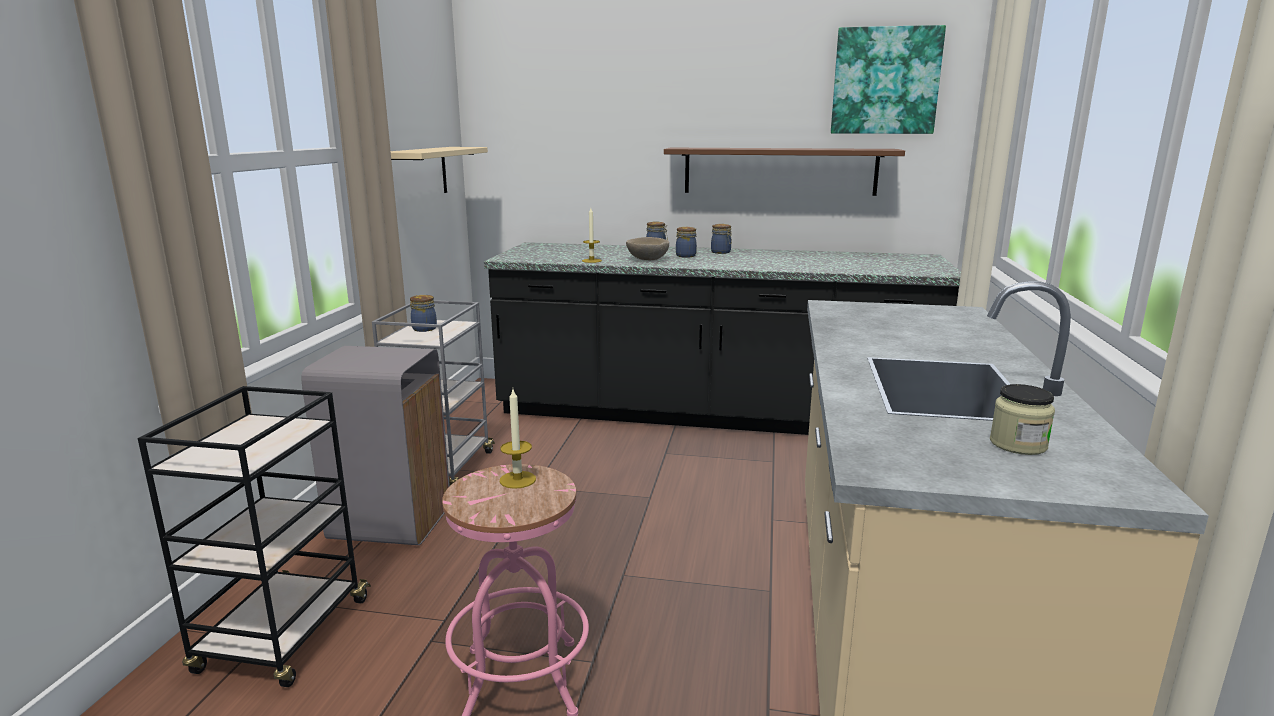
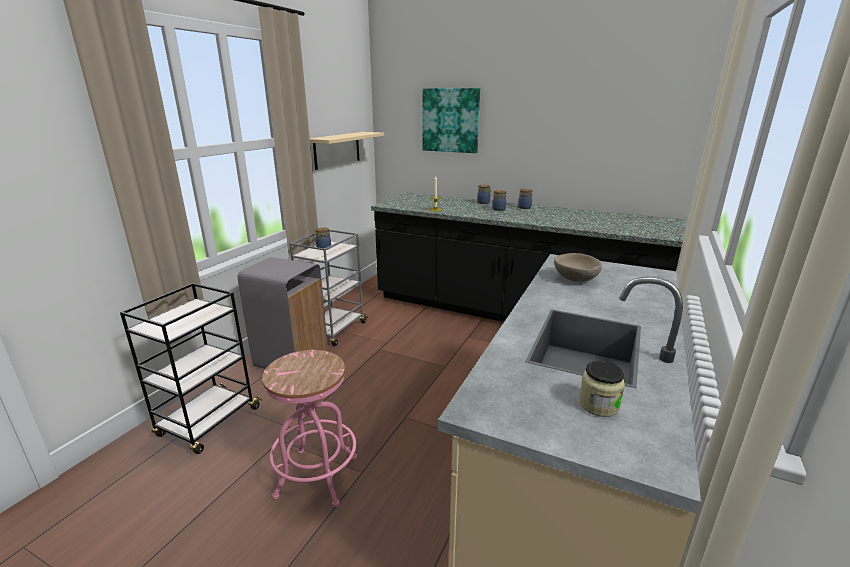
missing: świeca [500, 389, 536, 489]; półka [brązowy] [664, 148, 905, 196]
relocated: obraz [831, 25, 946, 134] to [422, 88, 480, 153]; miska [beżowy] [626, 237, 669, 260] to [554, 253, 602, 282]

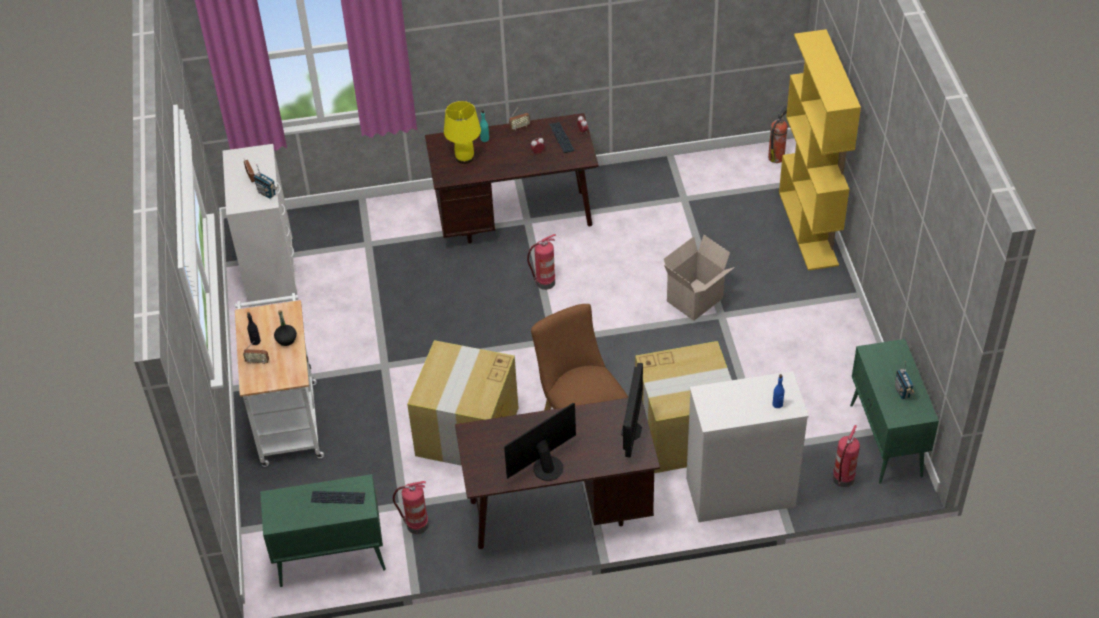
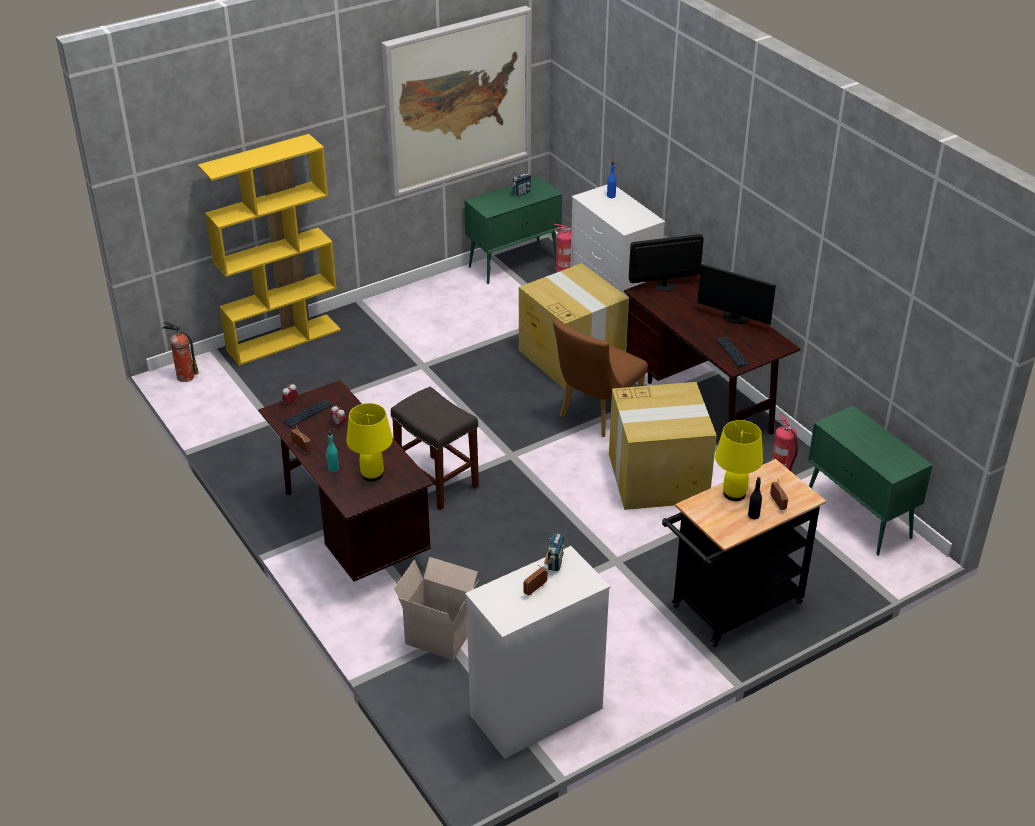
appeared: obraz [382, 6, 531, 197]
relocated: karton [664, 235, 735, 321] to [394, 557, 479, 660]; klawiatura [311, 491, 365, 504] to [716, 337, 749, 367]
exchanged: gaśnica [527, 234, 556, 290] to stołek [szary] [391, 386, 479, 510]; butelka [czarny] [274, 310, 297, 346] to lampa stołowa [żółty] [715, 420, 763, 501]
colour: wózek [biały] [235, 293, 324, 467] to wózek [czarny] [662, 459, 826, 647]

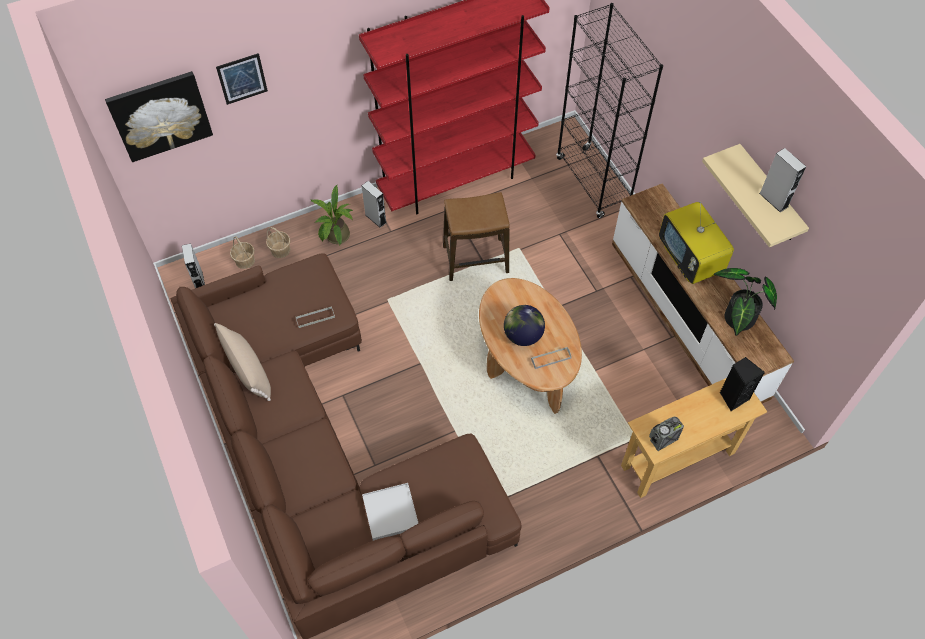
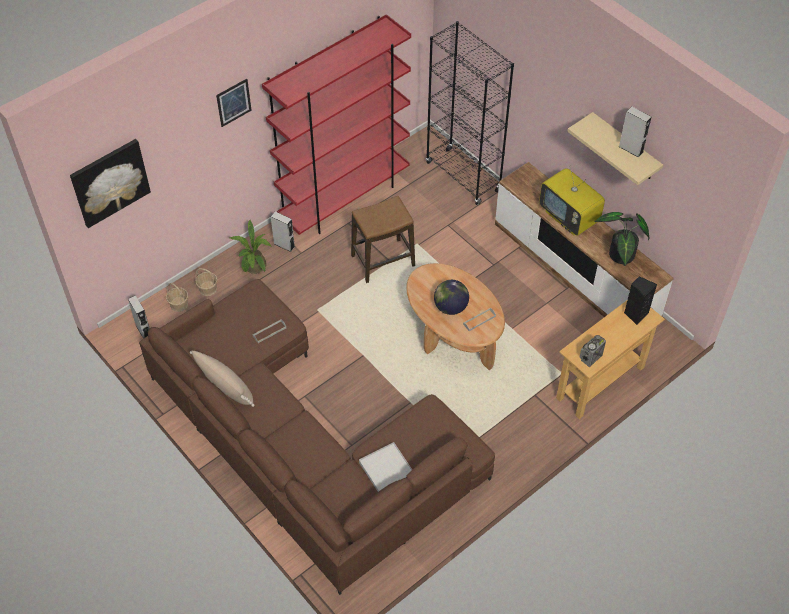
relocated: obraz [216, 53, 268, 105] to [216, 79, 252, 127]

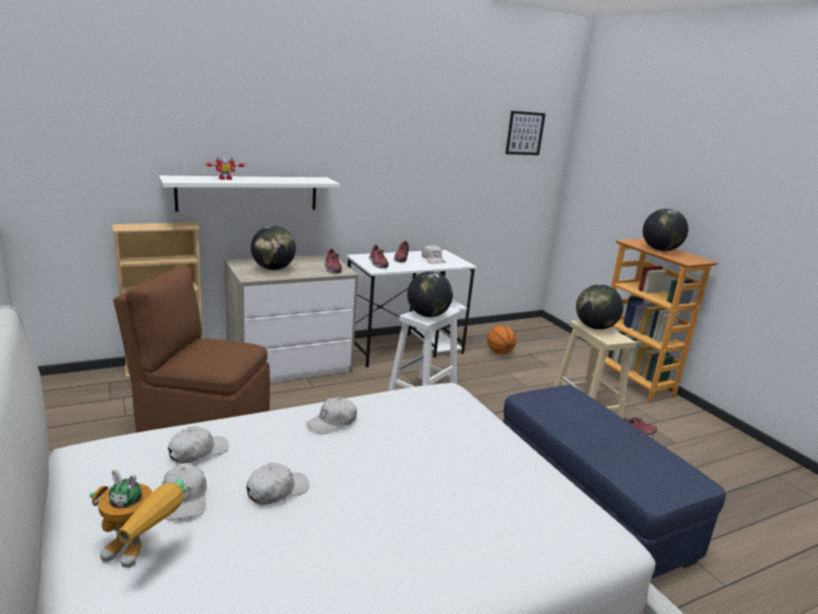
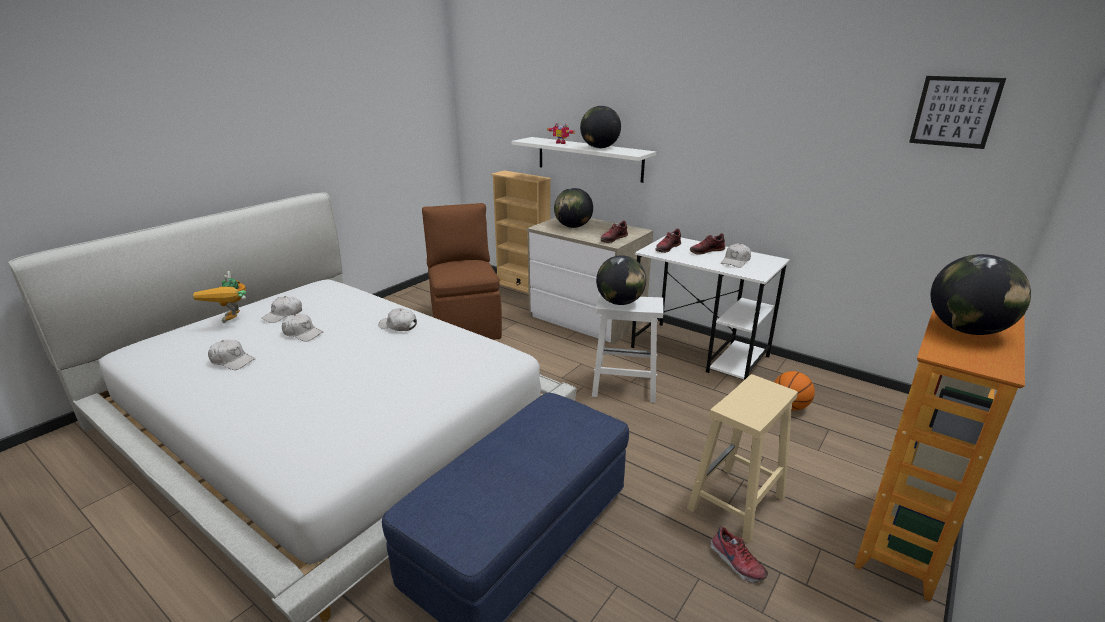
relocated: czapka z daszkiem [biały] [168, 426, 229, 464] to [208, 339, 256, 370]; globus [576, 284, 623, 330] to [580, 106, 621, 148]

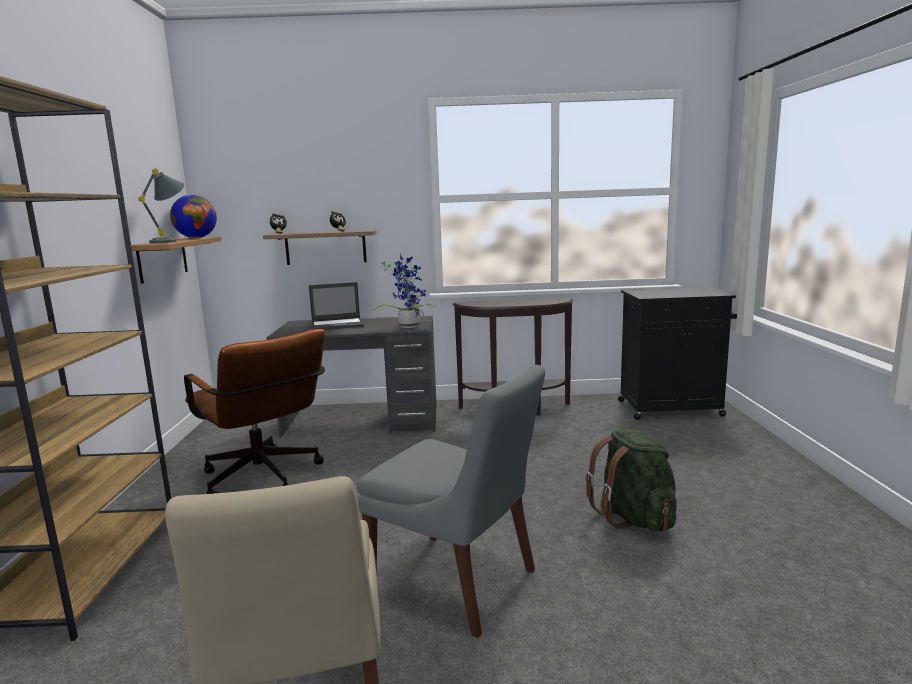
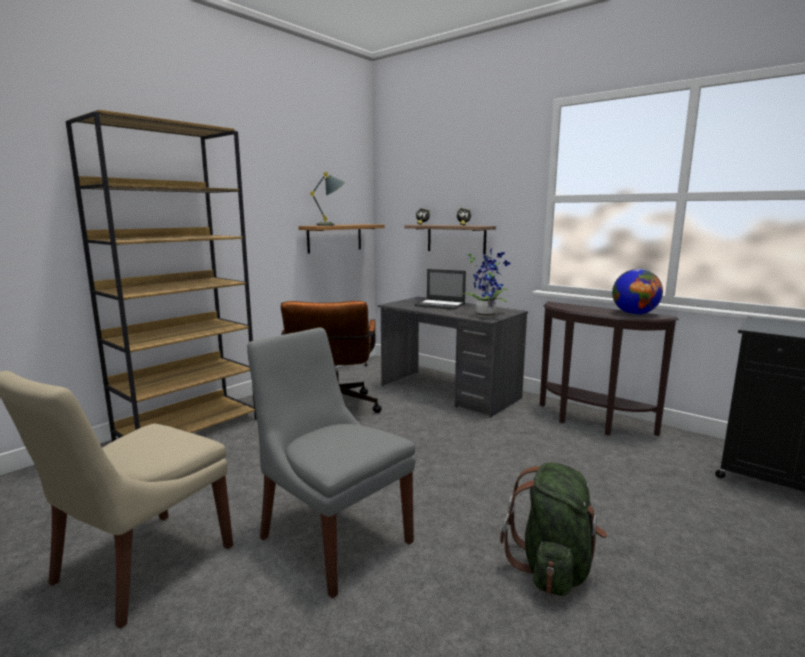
relocated: globus [170, 195, 217, 238] to [612, 269, 663, 315]
spun: krzesło [szary] [357, 365, 545, 638] = [247, 327, 415, 598] 150 degrees clockwise

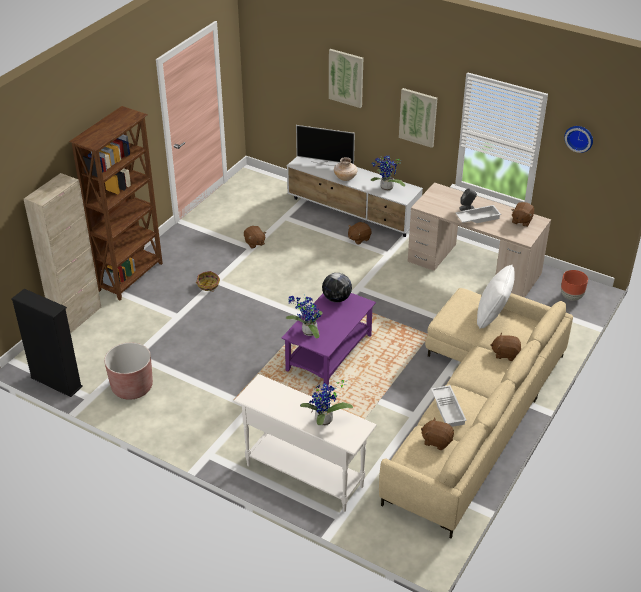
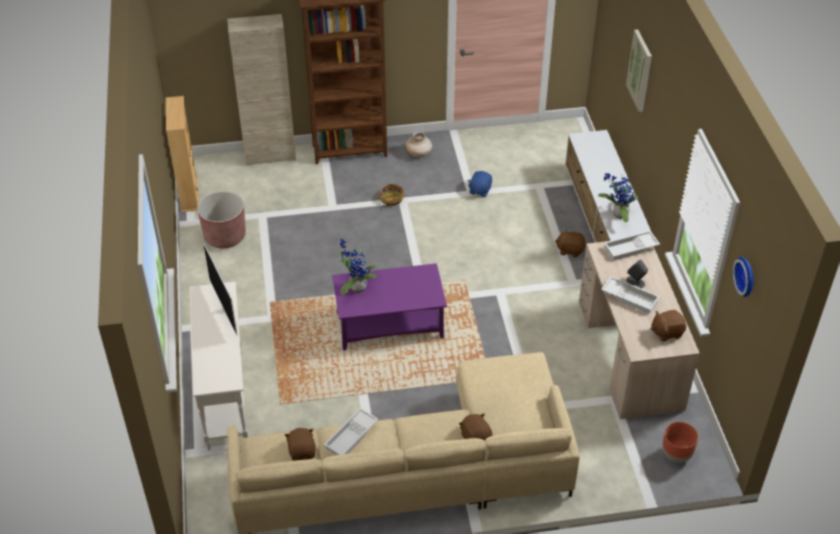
missing: roślina doniczkowa [300, 380, 353, 426]; globus [322, 273, 352, 302]; obraz [399, 88, 437, 148]; poduszka [biały] [477, 265, 515, 329]
appeared: taca [biały] [604, 231, 660, 261]
relocated: telewizor [296, 125, 355, 166] to [203, 242, 237, 335]; wazon [beżowy] [334, 157, 358, 181] to [406, 132, 432, 158]
colour: regał [czarny] [11, 289, 83, 397] to regał [beżowy] [166, 96, 199, 212]; pluszak [brązowy] [244, 226, 266, 249] to pluszak [niebieski] [468, 171, 492, 197]

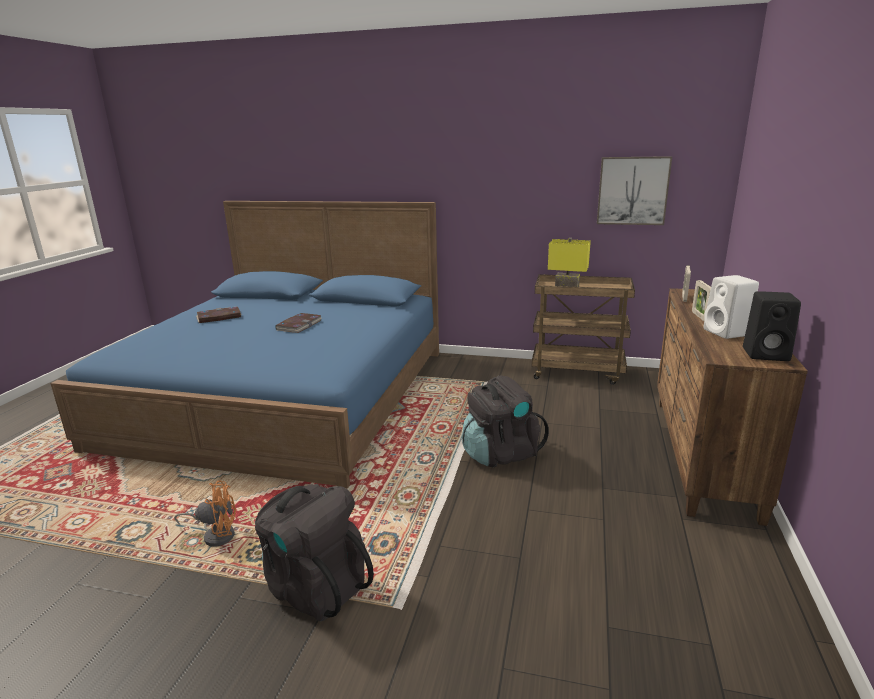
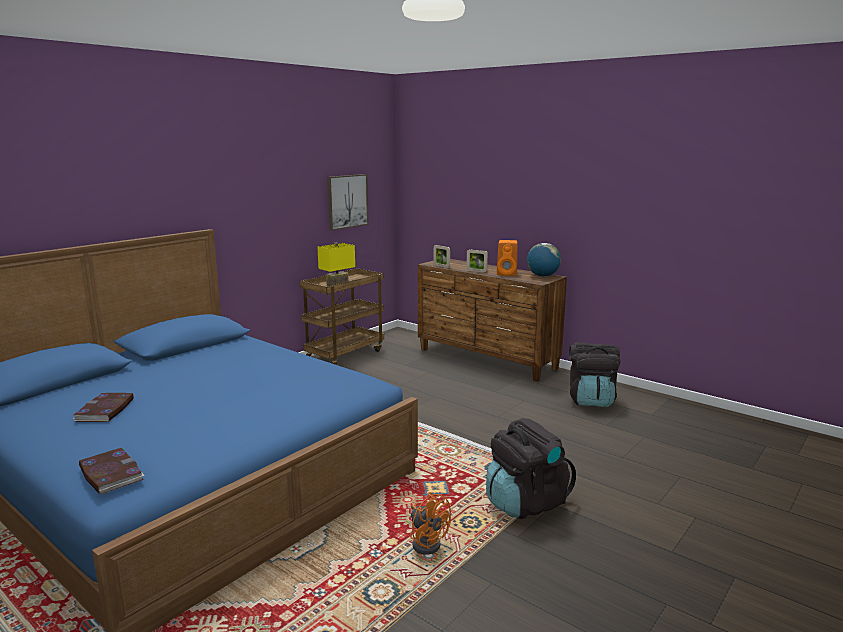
relocated: książka [275, 313, 322, 333] to [79, 448, 145, 494]; plecak [czarny] [462, 375, 549, 467] to [569, 342, 621, 407]
exchanged: głośnik [czarny] [743, 291, 801, 361] to globus [527, 243, 561, 277]
colour: głośnik [biały] [704, 275, 759, 339] to głośnik [pomarańczowy] [497, 240, 518, 276]
spun: wentylator [pomarańczowy] [174, 481, 236, 547] = [410, 492, 451, 554] 120 degrees clockwise

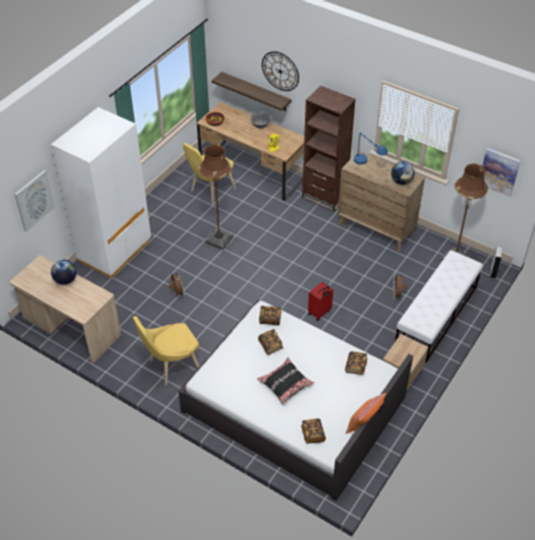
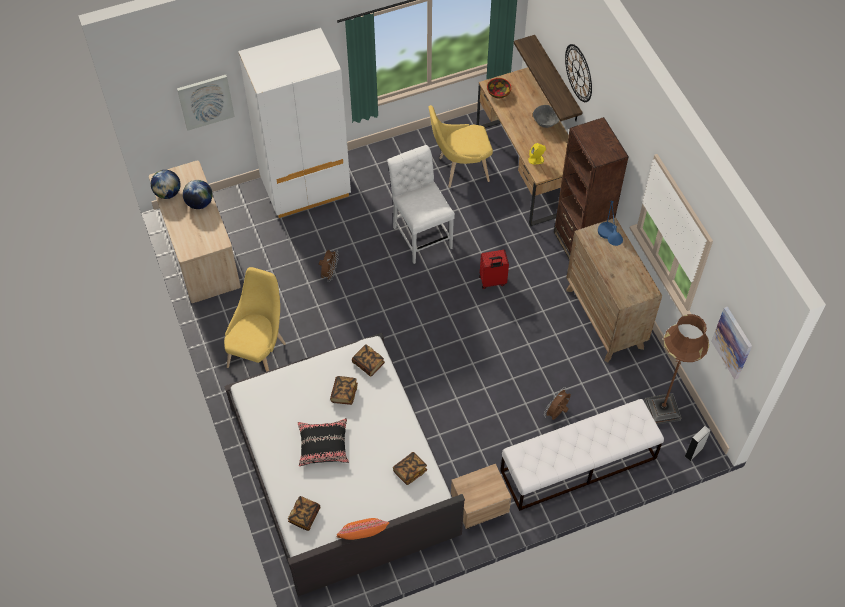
relocated: globus [391, 161, 415, 185] to [151, 170, 180, 199]; walizka [czerwony] [308, 282, 333, 321] to [479, 250, 509, 289]
exchanged: lampa stojąca [brązowy] [199, 144, 234, 250] to krzesło [biały] [387, 145, 455, 264]
spun: krzesło [żółty] [133, 316, 199, 385] = [224, 267, 286, 372] 105 degrees clockwise

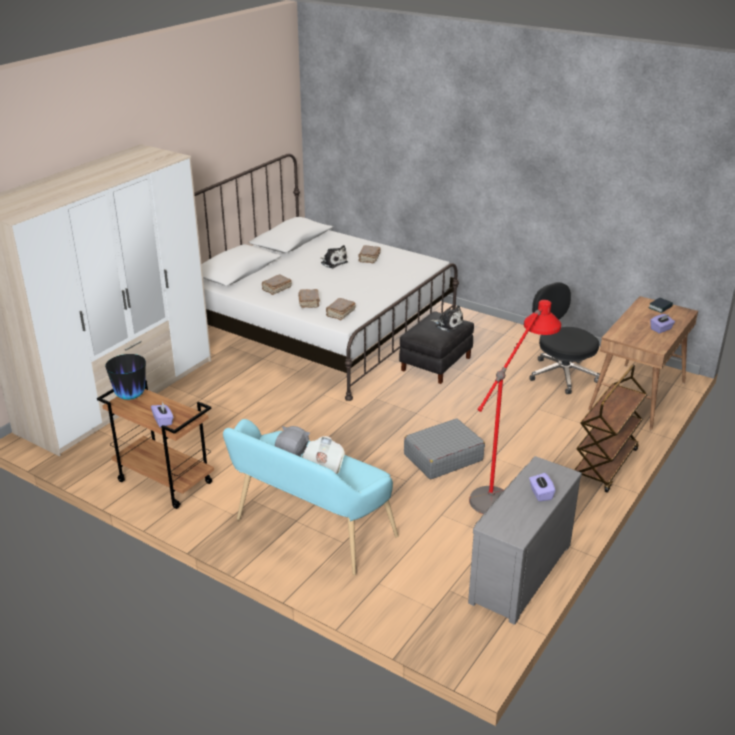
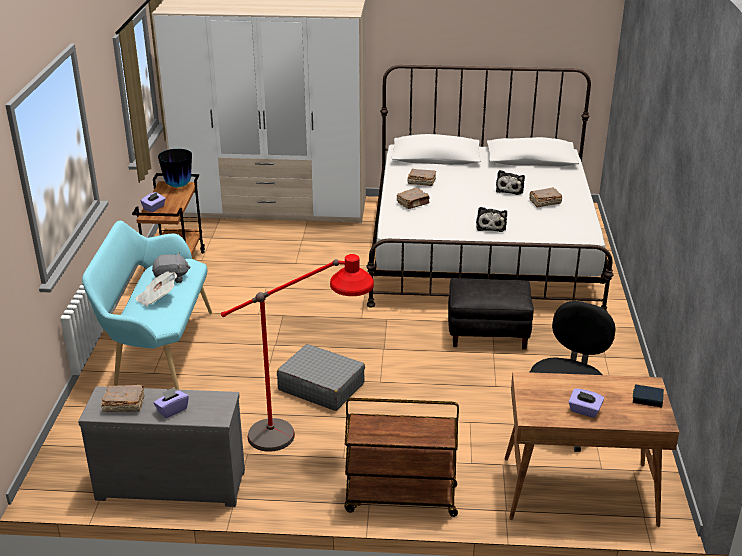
relocated: książka [brązowy] [326, 298, 356, 320] to [101, 385, 145, 412]; pluszak [431, 305, 464, 332] to [476, 207, 507, 232]

